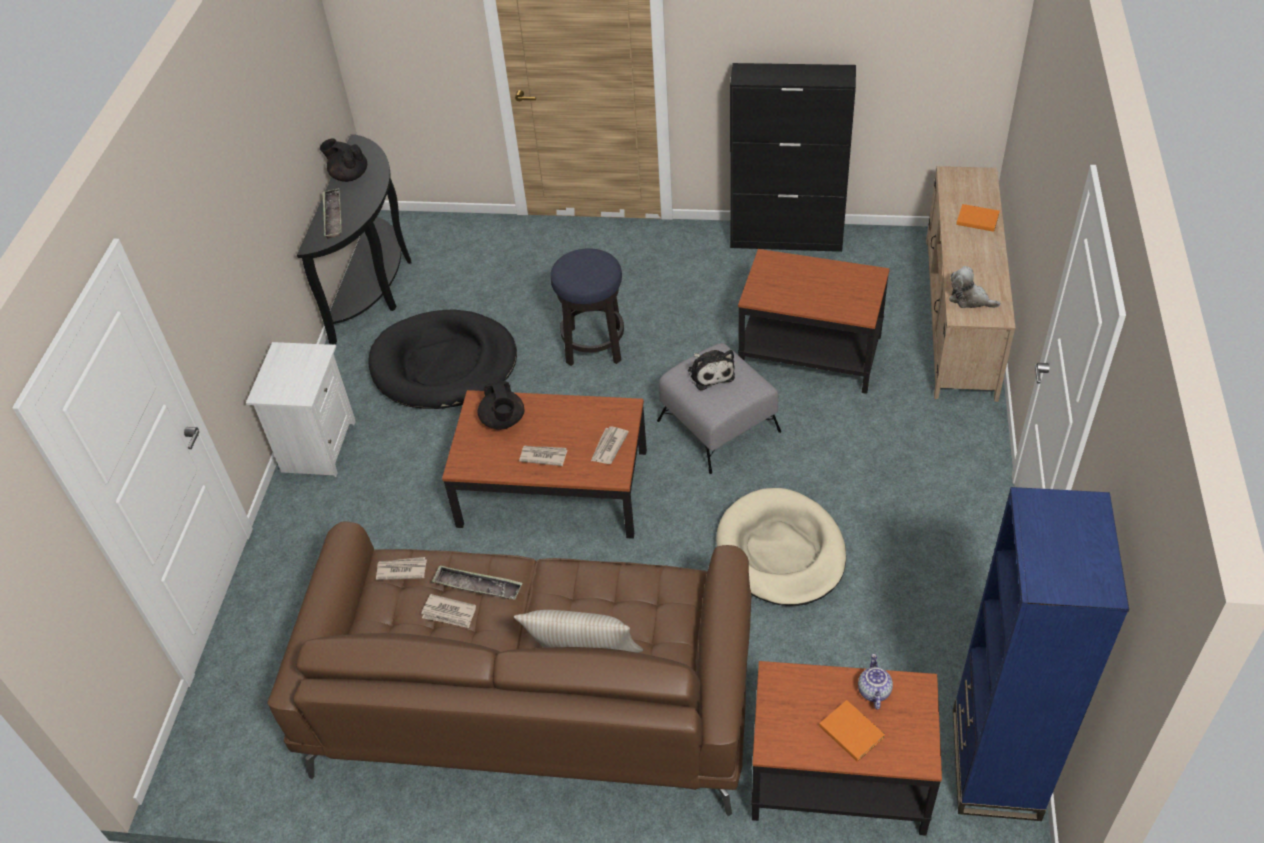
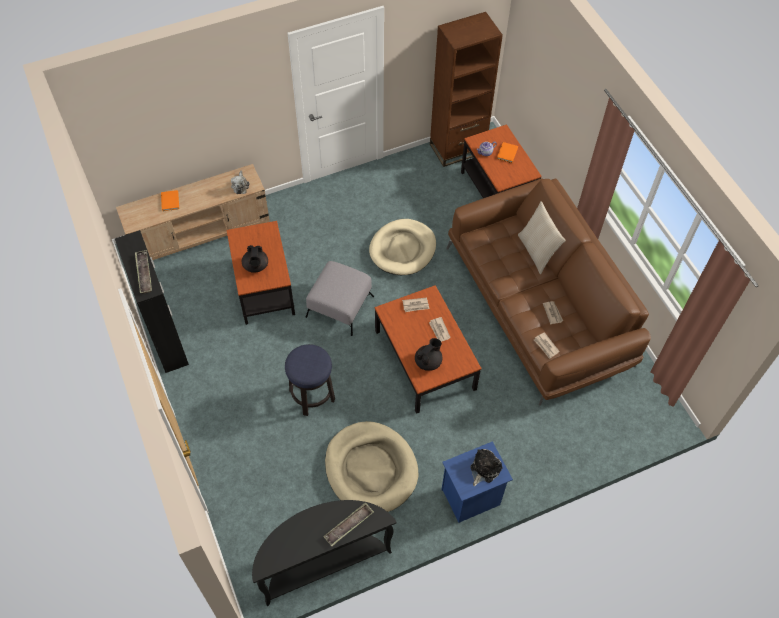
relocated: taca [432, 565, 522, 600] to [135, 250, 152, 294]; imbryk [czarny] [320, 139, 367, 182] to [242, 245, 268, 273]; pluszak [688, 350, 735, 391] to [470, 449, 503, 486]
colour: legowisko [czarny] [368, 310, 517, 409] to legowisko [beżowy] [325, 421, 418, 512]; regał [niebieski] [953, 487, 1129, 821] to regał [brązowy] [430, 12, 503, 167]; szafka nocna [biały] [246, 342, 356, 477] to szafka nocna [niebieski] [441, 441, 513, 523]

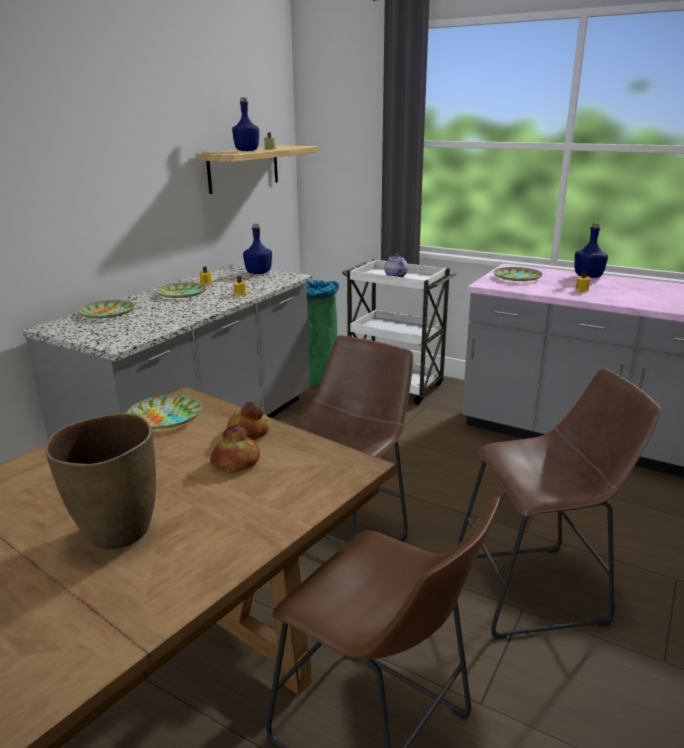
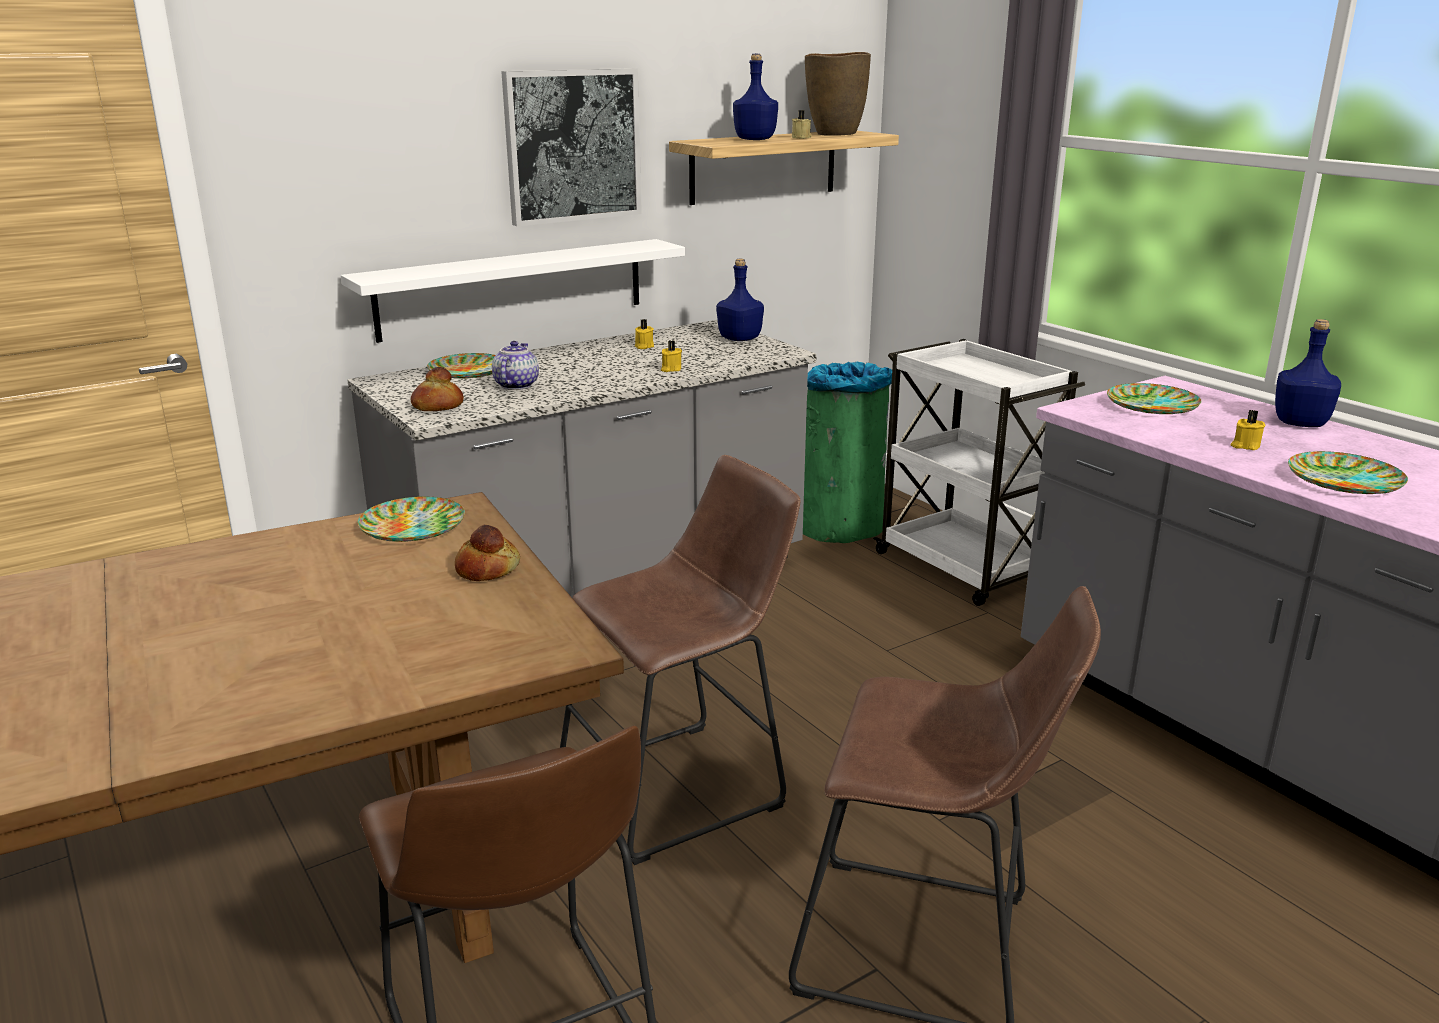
appeared: półka [biały] [341, 239, 685, 343]; obraz [501, 68, 642, 226]
relocated: chleb [210, 425, 260, 473] to [411, 367, 464, 411]; imbryk [384, 254, 408, 277] to [492, 341, 539, 390]; wazon [brązowy] [45, 413, 156, 549] to [805, 52, 871, 136]; talerz [157, 282, 206, 298] to [1288, 451, 1408, 494]

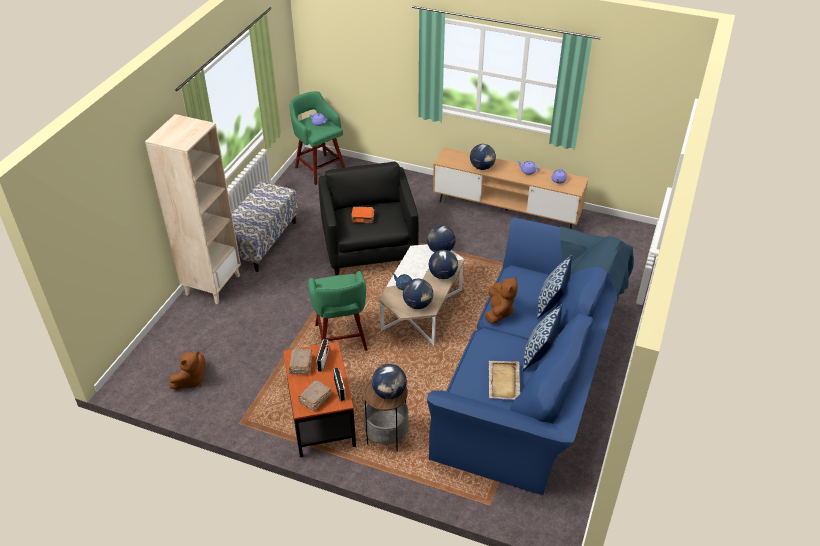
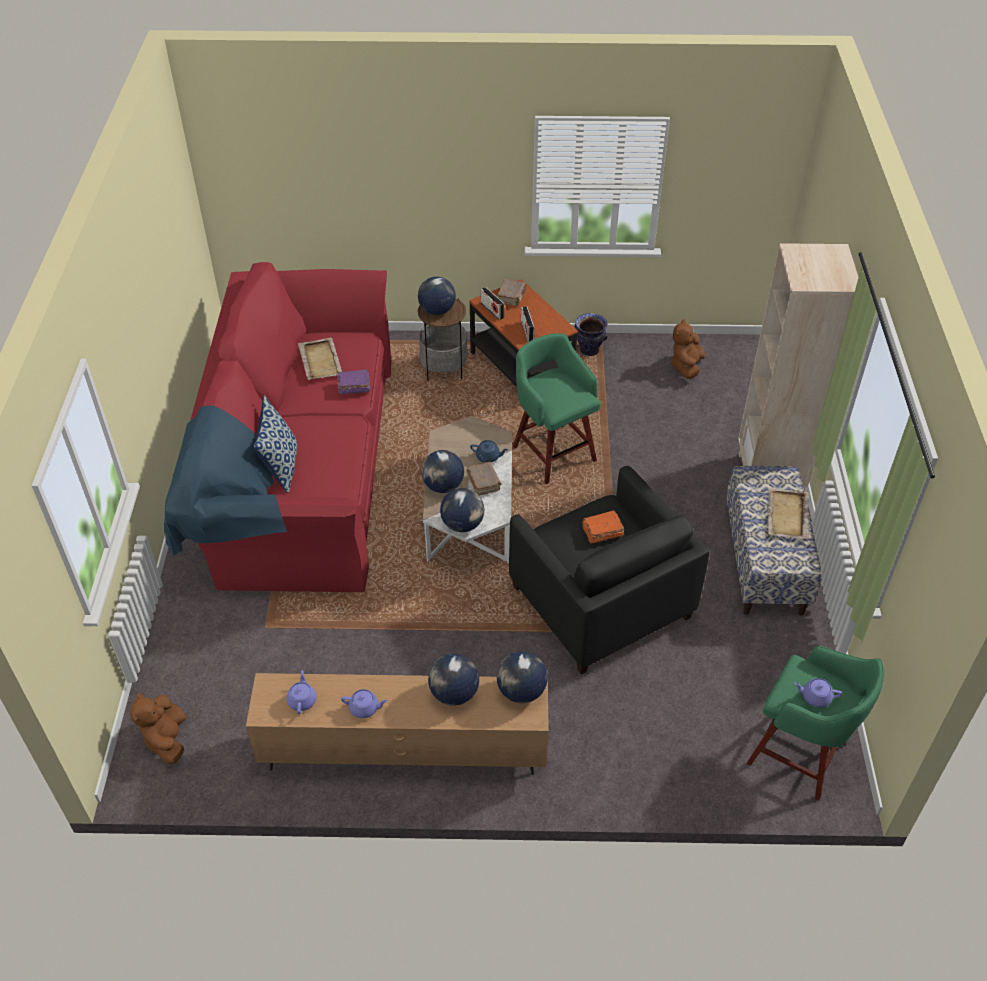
missing: poduszka [523, 304, 562, 371]
appeared: książka [fioletowy] [338, 369, 370, 395]; wazon [574, 313, 608, 356]; taca [beżowy] [768, 488, 809, 539]
relocated: pluszak [brązowy] [485, 276, 518, 324] to [130, 692, 186, 764]; książka [brązowy] [289, 349, 313, 375] to [466, 462, 502, 496]; globus [403, 279, 433, 309] to [497, 652, 548, 703]
colour: kanapa [niebieski] [427, 217, 634, 495] to kanapa [czerwony] [164, 262, 391, 592]

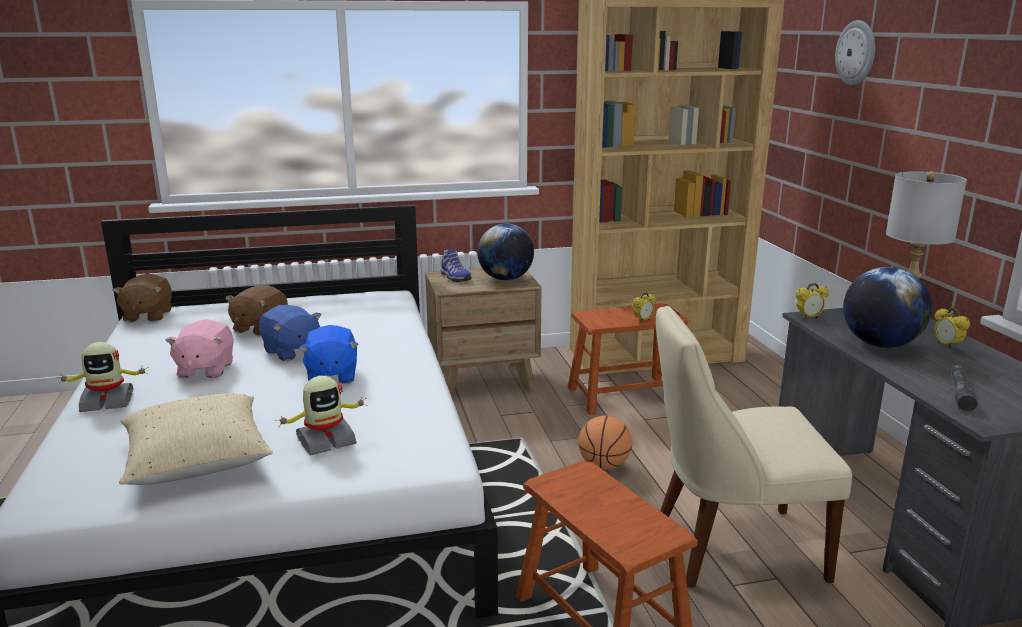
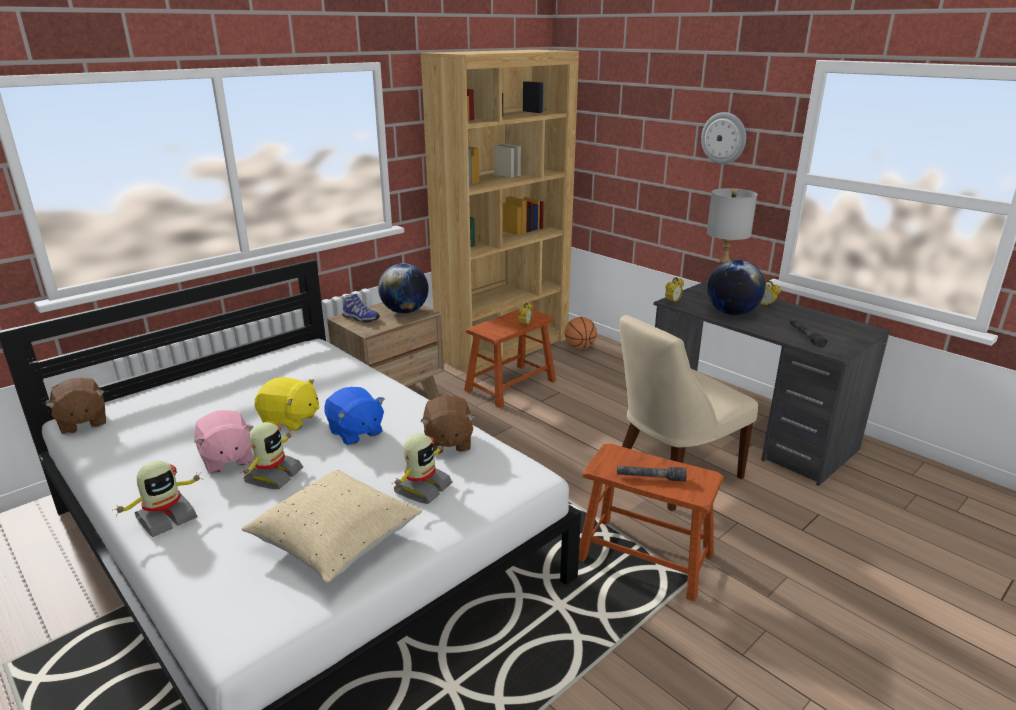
appeared: robot zabawkowy [240, 422, 303, 489]; latarka [szary] [617, 466, 687, 482]
relocated: pluszak [brązowy] [225, 284, 288, 336] to [421, 395, 476, 454]; piłka do koszykówki [578, 416, 632, 470] to [564, 317, 597, 349]; zegar ścienny [835, 20, 875, 85] to [701, 112, 746, 164]
colour: pluszak [niebieski] [259, 305, 321, 361] to pluszak [żółty] [255, 377, 319, 431]

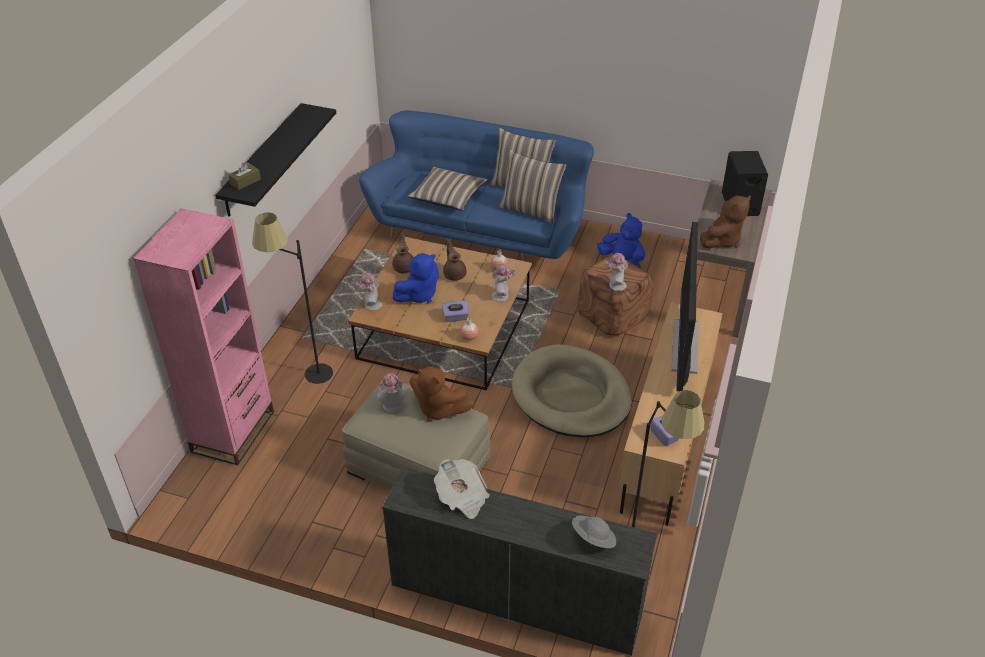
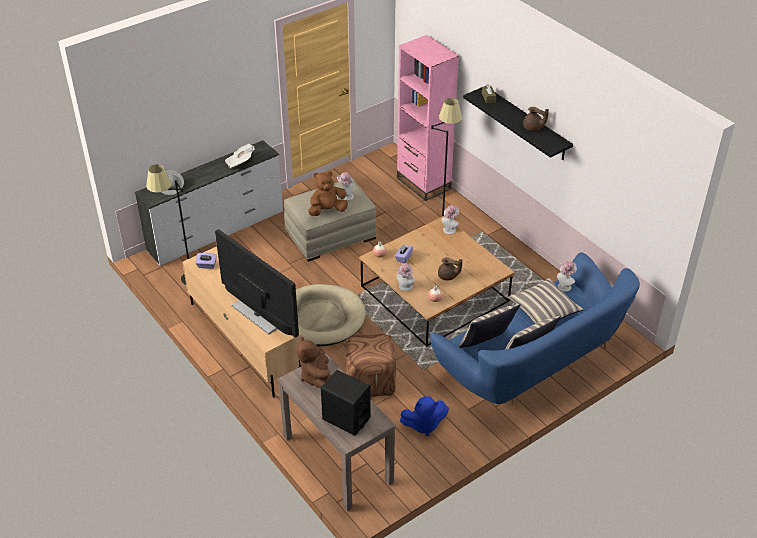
missing: pluszak [niebieski] [393, 253, 439, 304]
relocated: imbryk [brązowy] [392, 233, 414, 273] to [523, 107, 549, 131]; kapelusz [605, 253, 628, 291] to [557, 261, 577, 292]

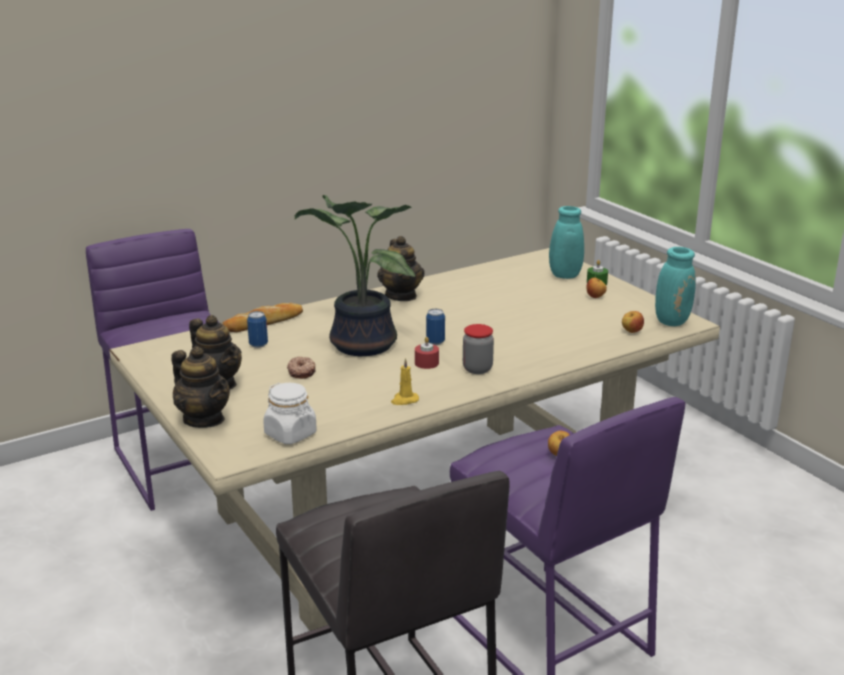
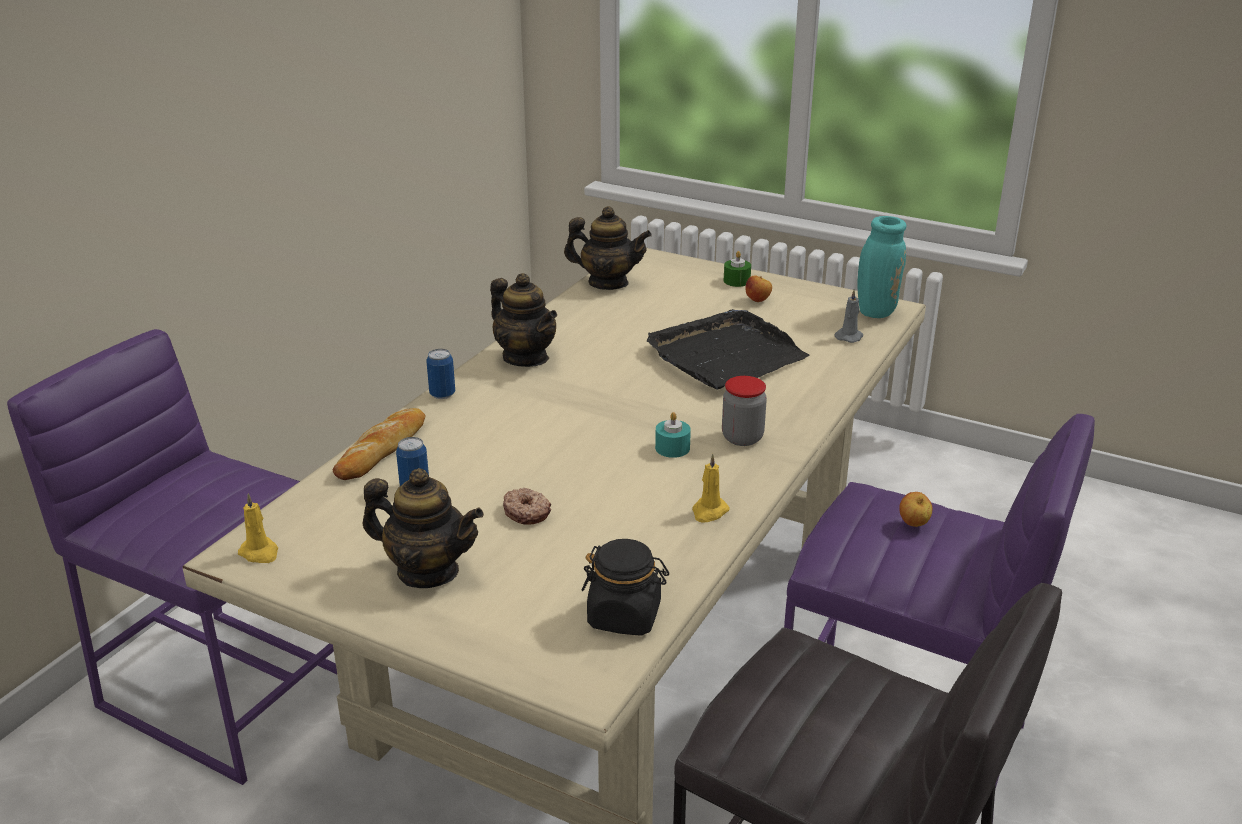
missing: roślina doniczkowa [295, 195, 415, 356]; wazon [turkusowy] [549, 206, 584, 279]
appeared: świeca [żółty] [238, 493, 278, 563]; taca [czarny] [647, 309, 809, 390]
relocated: puszka [426, 309, 445, 345] to [426, 349, 455, 399]; imbryk [171, 346, 230, 428] to [564, 206, 652, 290]
exchanged: jabłko [622, 311, 644, 333] to świeca [szary] [834, 289, 863, 343]
colour: słoik [biały] [263, 383, 317, 444] to słoik [czarny] [582, 539, 669, 636]; świeca [czerwony] [415, 337, 439, 369] to świeca [turkusowy] [655, 412, 691, 458]

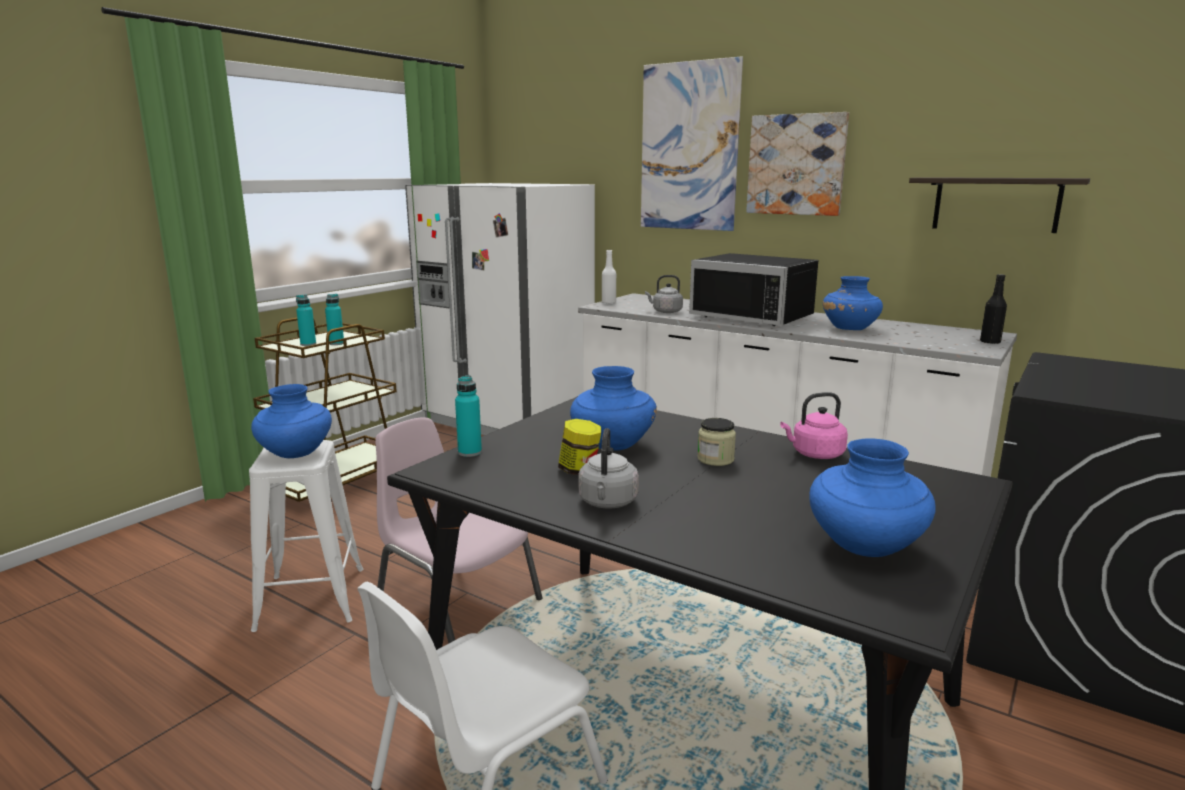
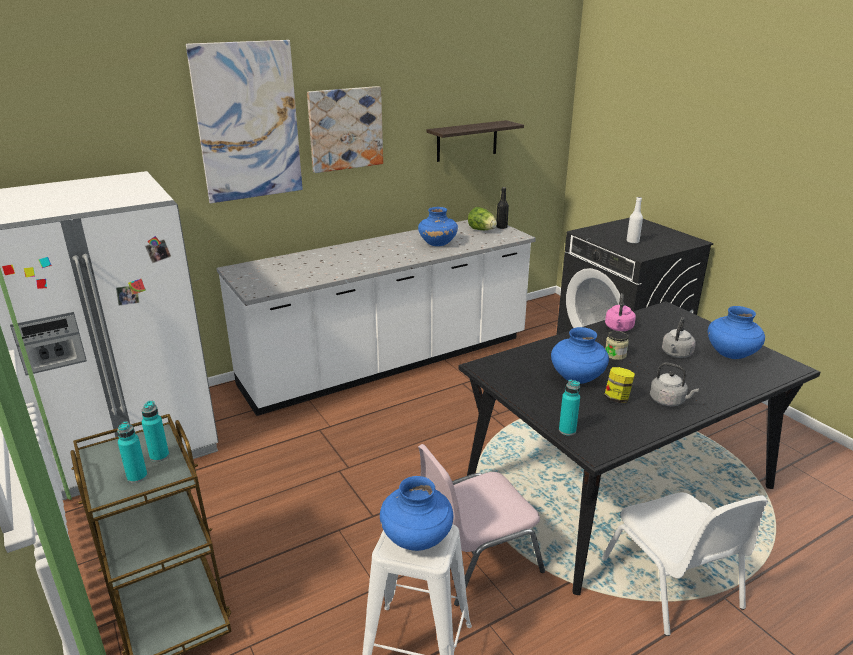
missing: mikrofalówka [czarny] [689, 253, 818, 326]
appeared: sałata [468, 207, 497, 230]
relocated: butelka [biały] [602, 250, 616, 304] to [627, 197, 643, 244]; czajnik [szary] [645, 275, 683, 313] to [662, 317, 696, 358]

